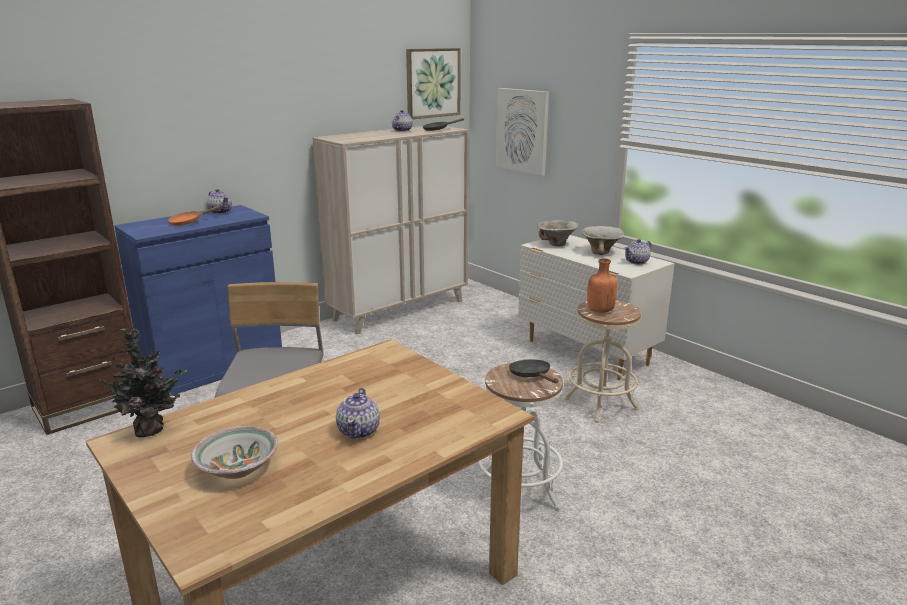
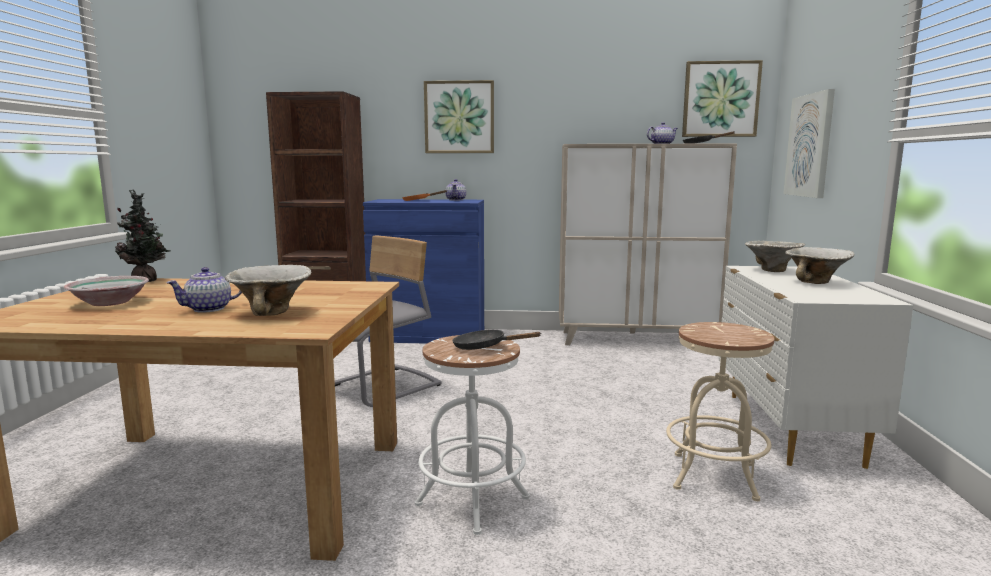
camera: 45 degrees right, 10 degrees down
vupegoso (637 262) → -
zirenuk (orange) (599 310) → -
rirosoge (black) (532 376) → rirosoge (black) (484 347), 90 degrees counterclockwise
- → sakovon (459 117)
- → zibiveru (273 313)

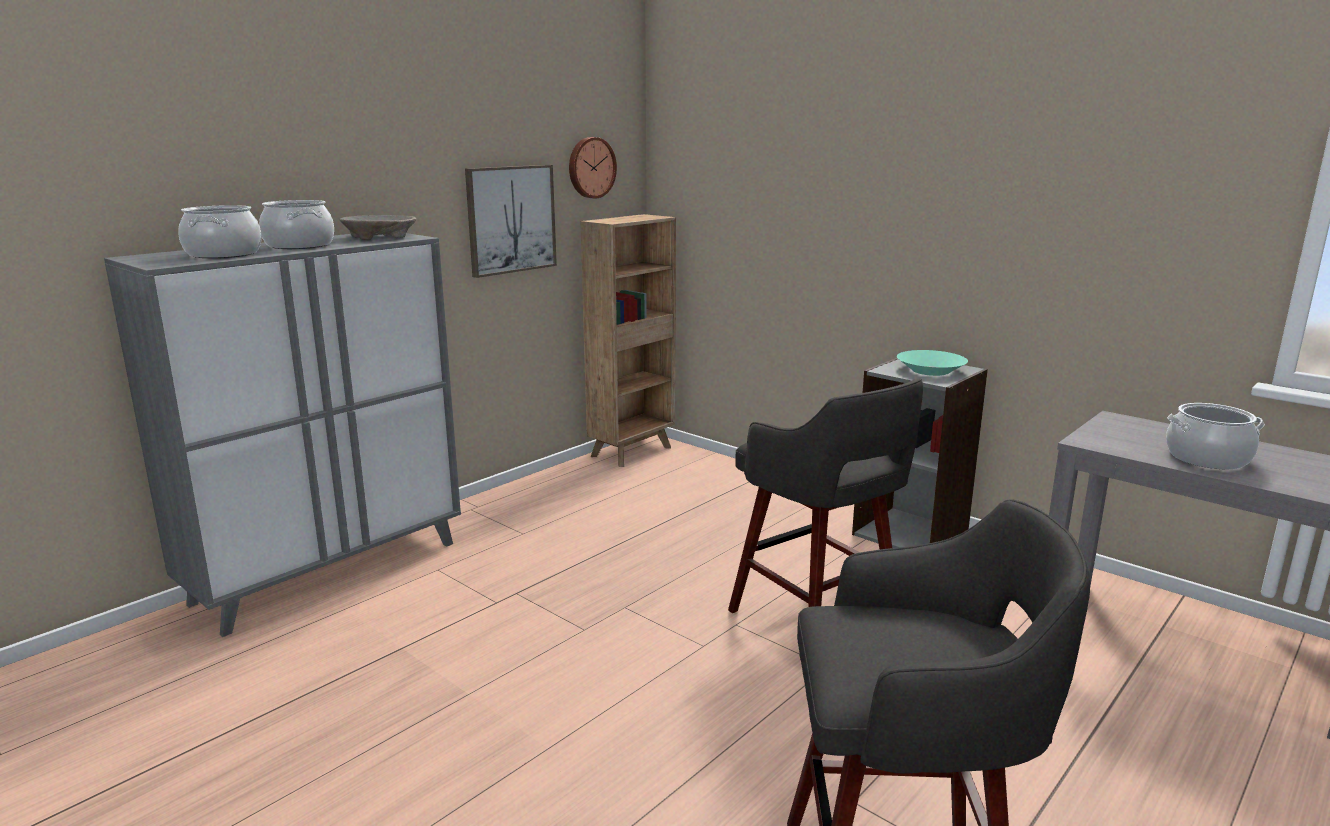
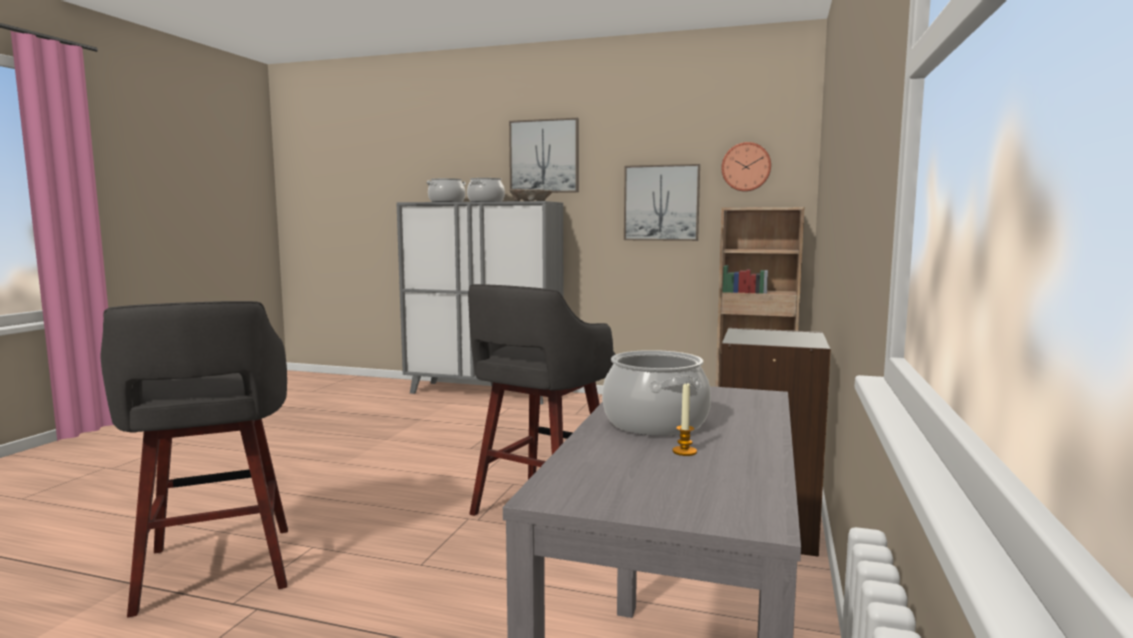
camera: 65 degrees right, 10 degrees down
zibiveru (turquoise) (930 370) → -
- → sakovon (544 156)
- → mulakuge (684 452)

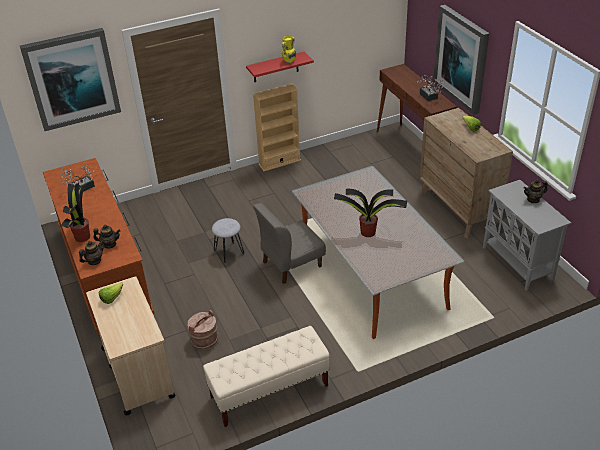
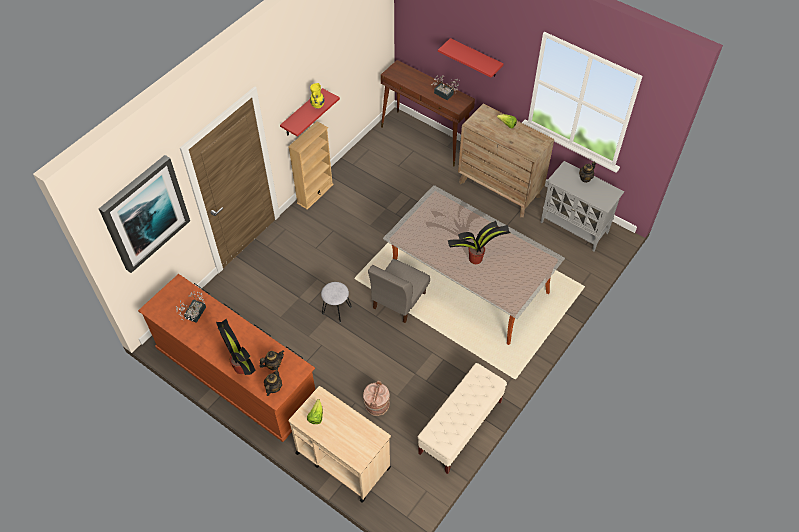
camera: 30 degrees left, 15 degrees up
sakovon (462 58) → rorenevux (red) (475 58)

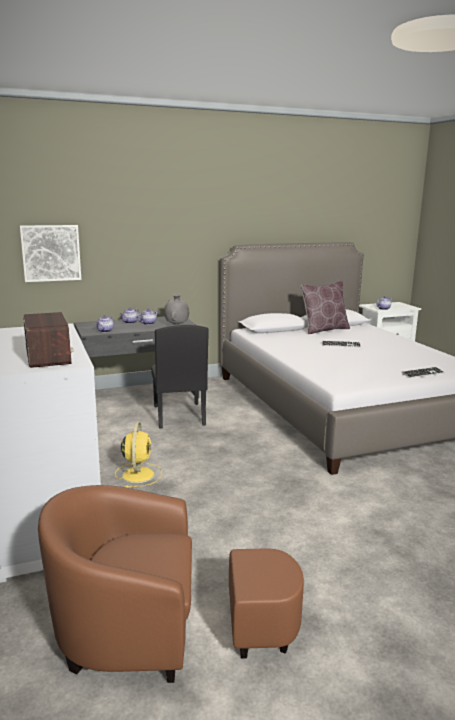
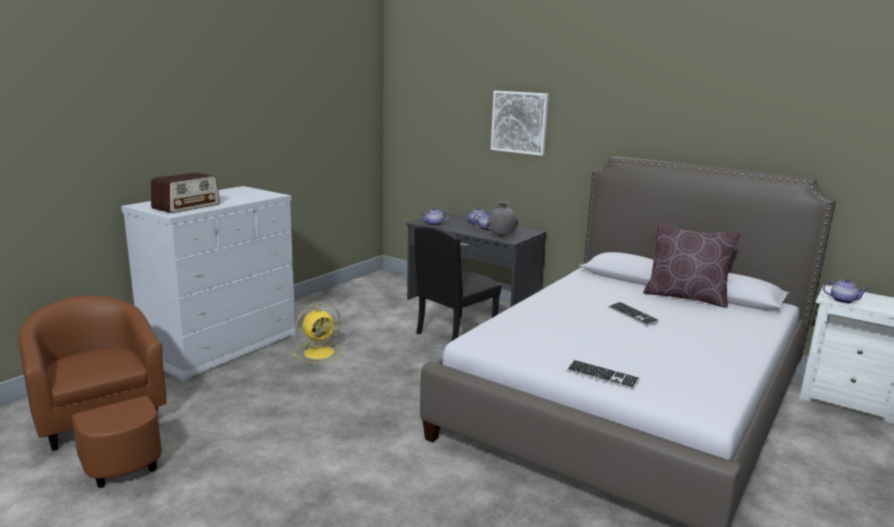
camera: 55 degrees right, 0 degrees up
sakovon (51 253) → sakovon (519 122), relocated

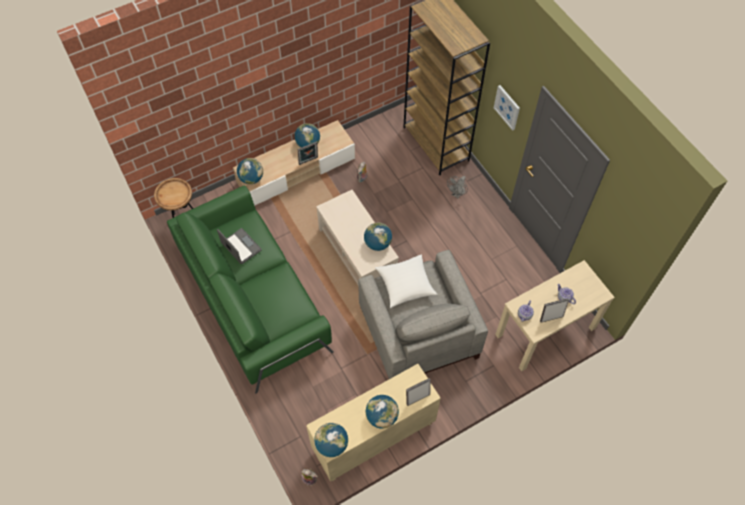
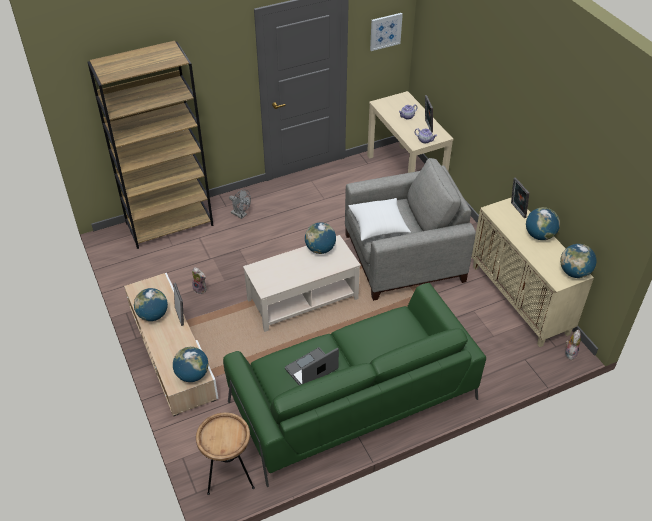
camera: 85 degrees left, 15 degrees down
sakovon (507 107) → sakovon (385 31), relocated

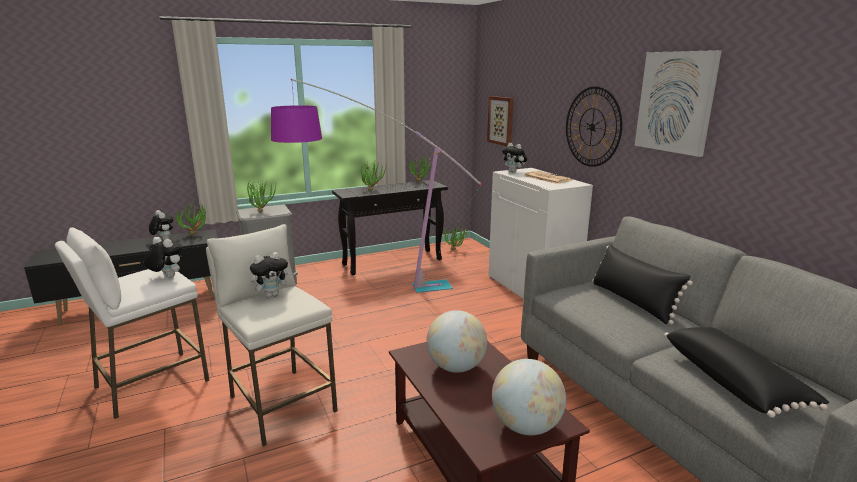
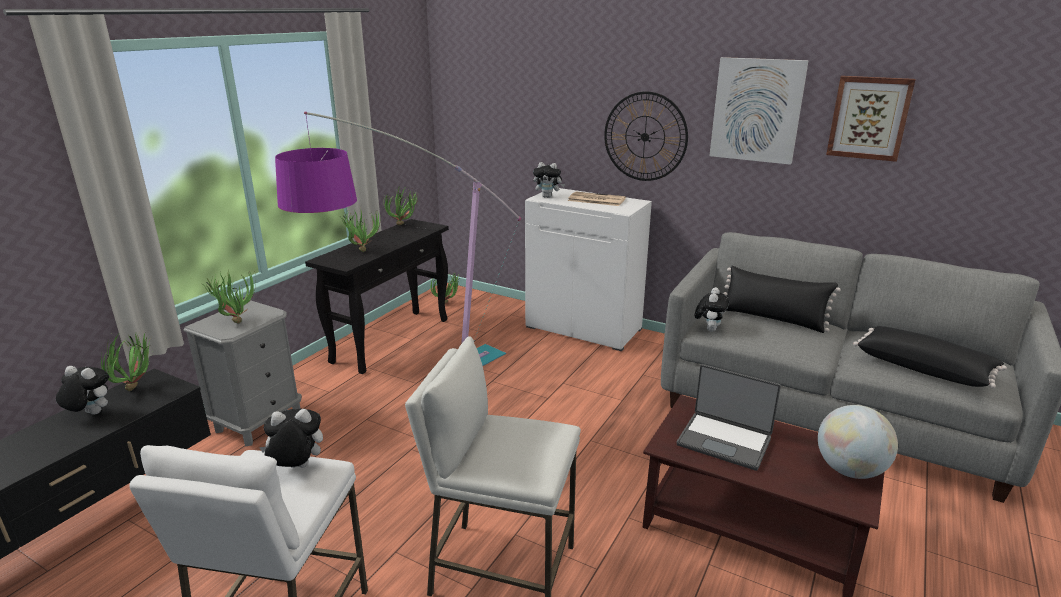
camera: 35 degrees left, 5 degrees up
sakovon (501 120) → sakovon (869 118), relocated
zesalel (272 295) → zesalel (709 329), relocated
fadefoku (456 367) → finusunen (724 441)

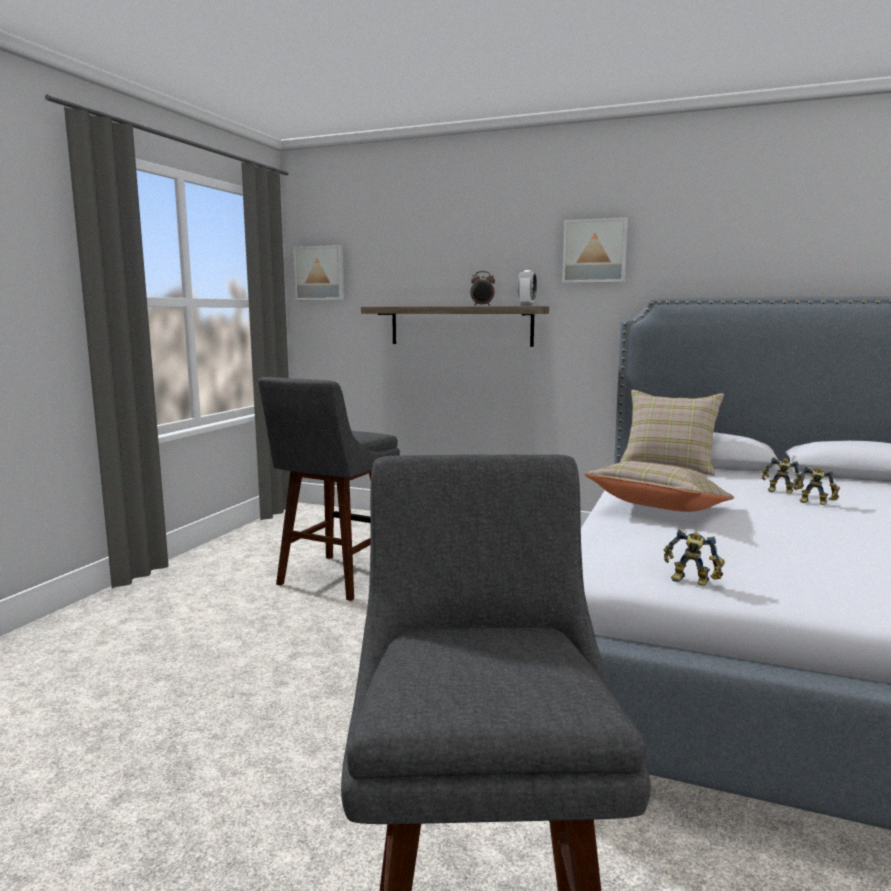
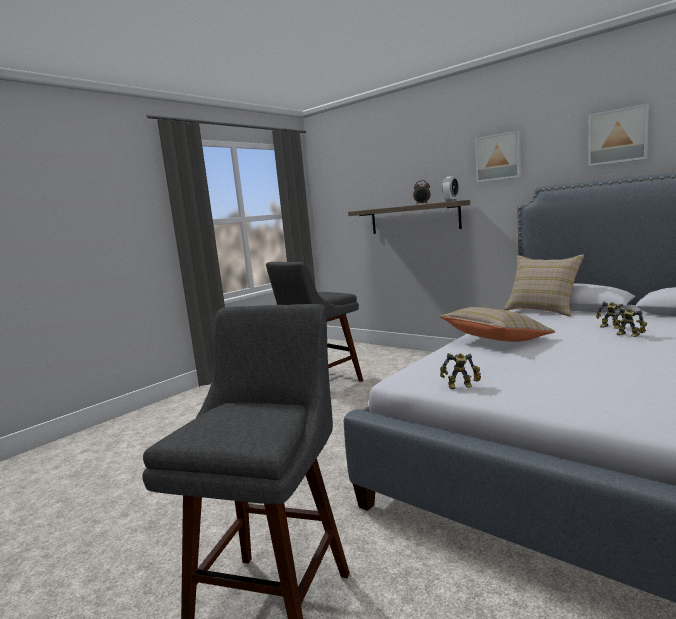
camera: 20 degrees right, 0 degrees up
sakovon (320 273) → sakovon (618 136), relocated
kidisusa (691 581) → kidisusa (461 386), 45 degrees counterclockwise

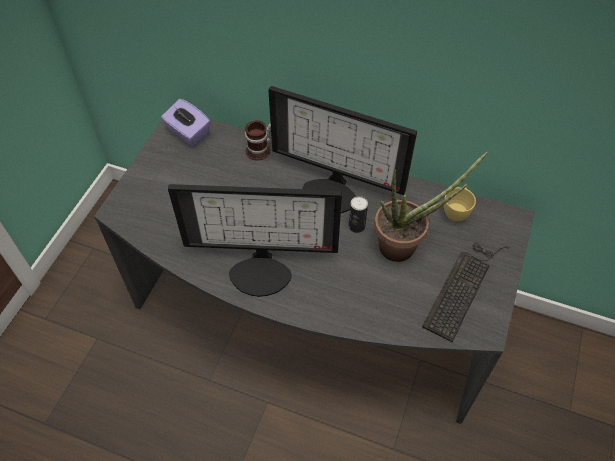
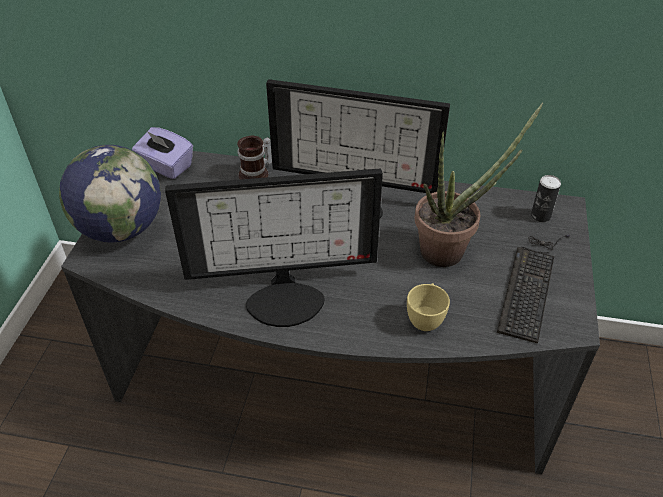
camera: 10 degrees left, 10 degrees down
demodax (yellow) (456 212) → demodax (yellow) (425 318), relocated
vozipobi (356 226) → vozipobi (540 216), relocated
- → fadefoku (121 229)

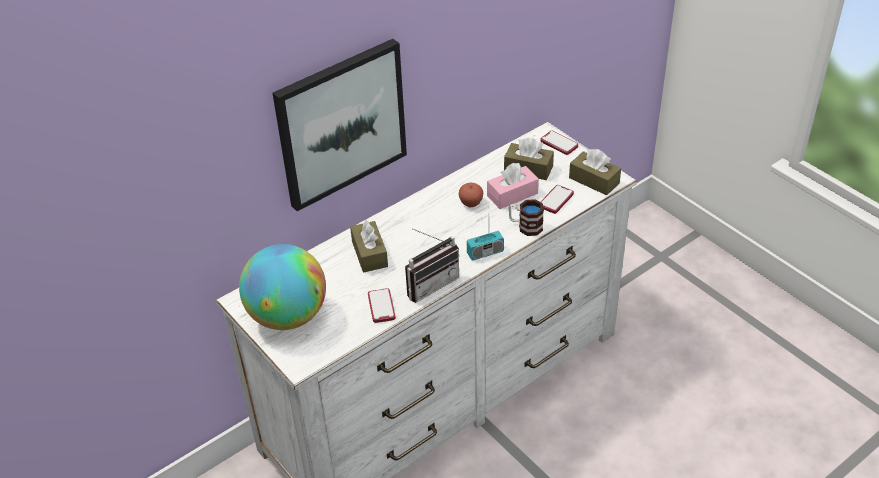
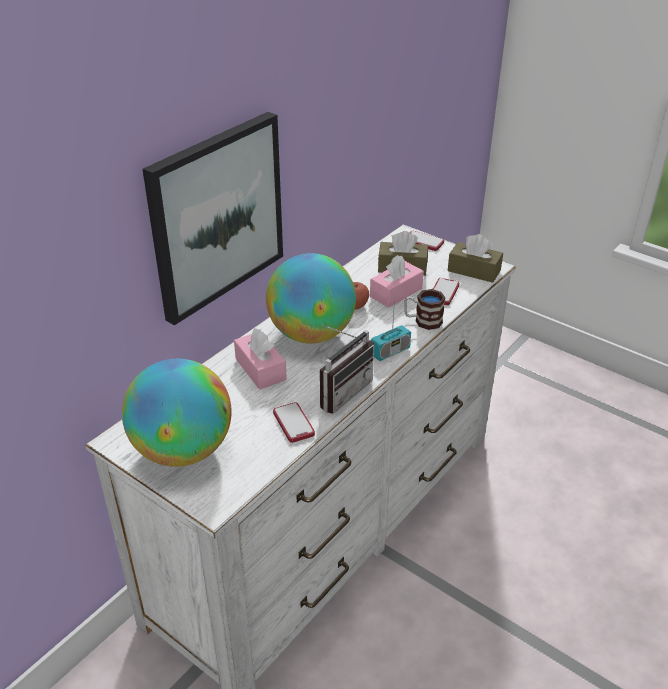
camera: 15 degrees left, 5 degrees down
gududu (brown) (369 254) → gududu (pink) (260 369)
- → fadefoku (311 334)

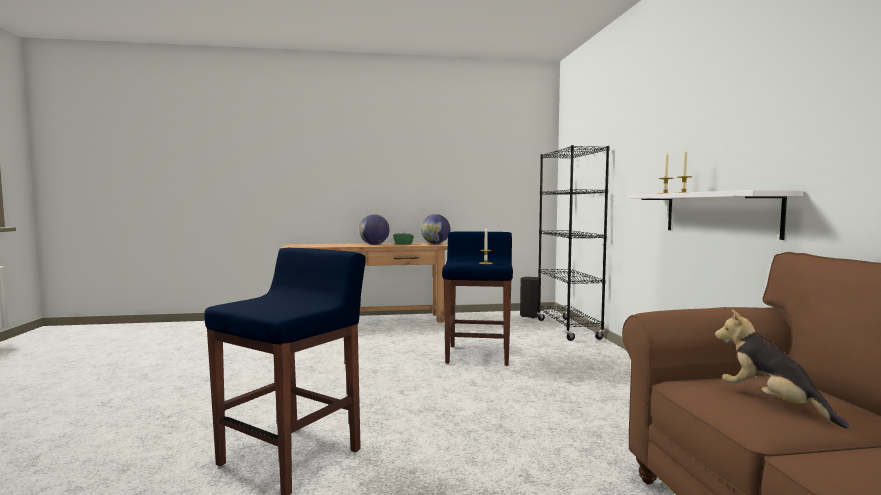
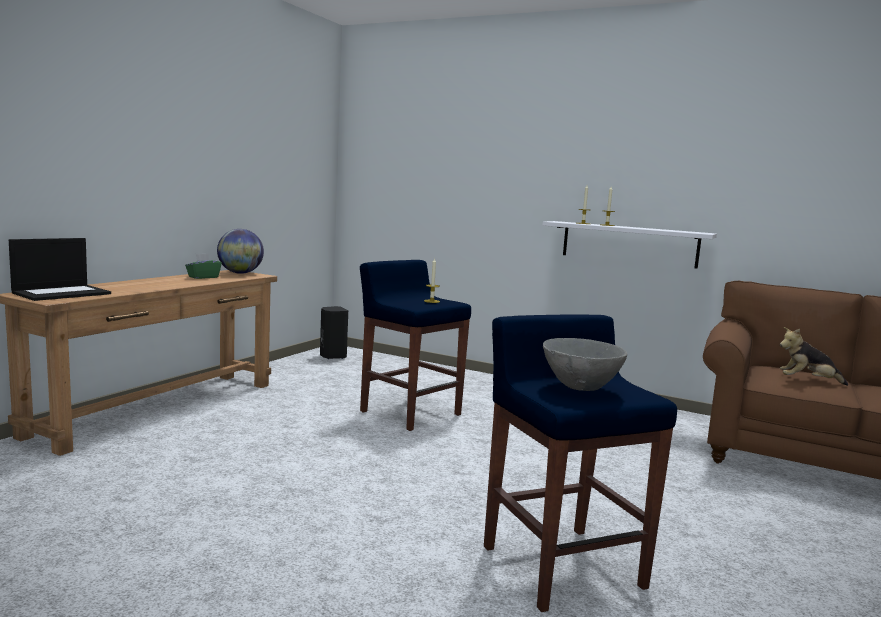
camera: 55 degrees left, 5 degrees up
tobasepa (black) (568 329) → -
fadefoku (374 244) → -
- → finusunen (62 293)
- → zibiveru (grey) (580 387)

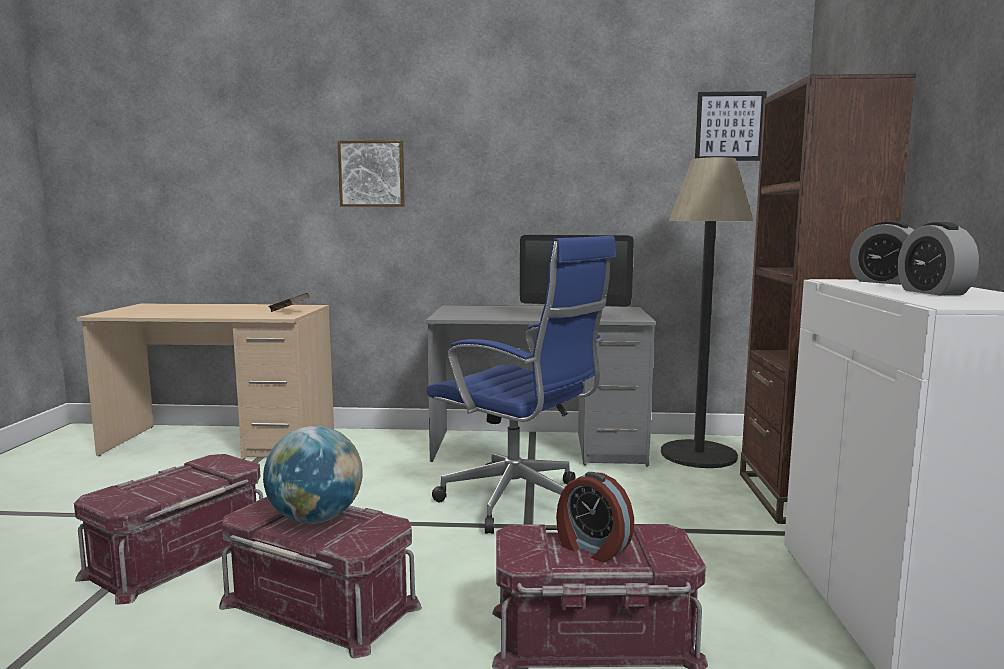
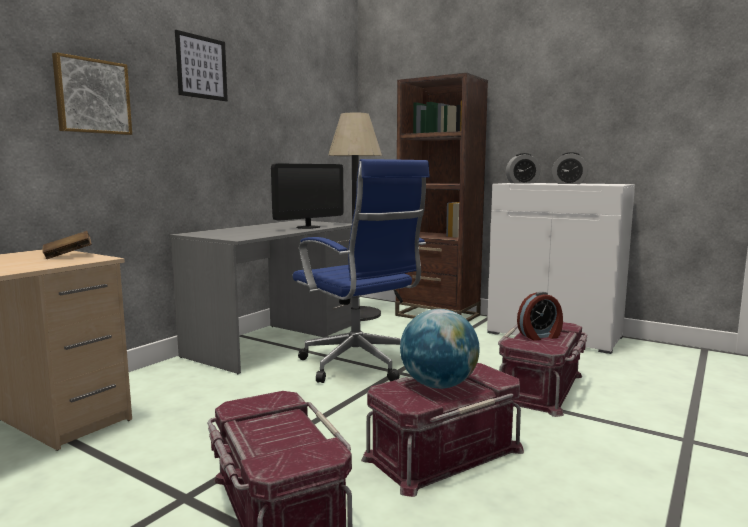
camera: 60 degrees left, 0 degrees up
sakovon (730 126) → sakovon (201 67), relocated
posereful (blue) (520 503) → posereful (blue) (360 366), 75 degrees clockwise

